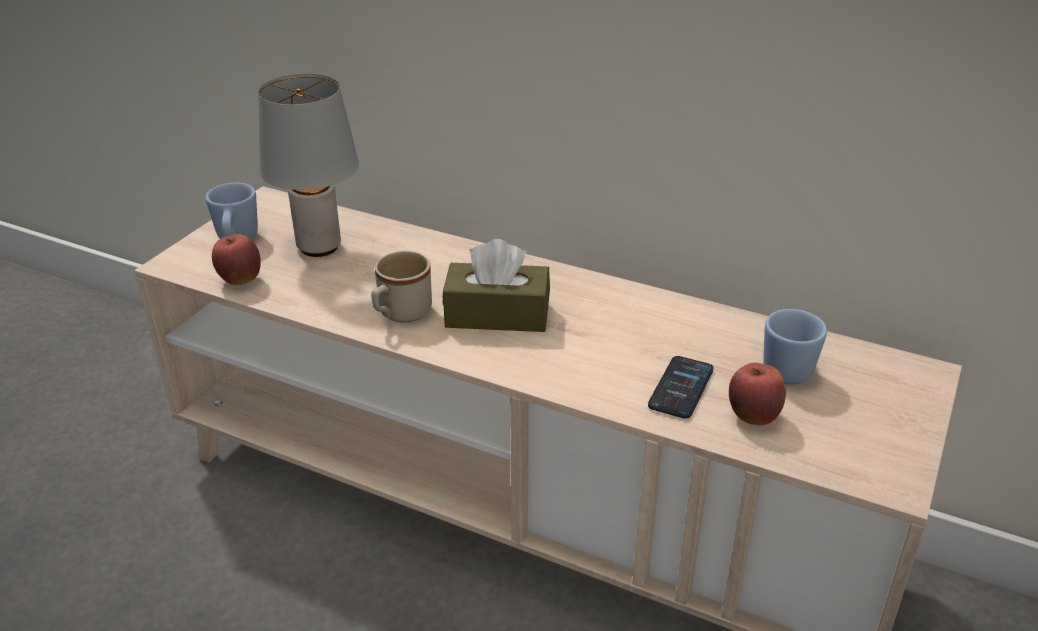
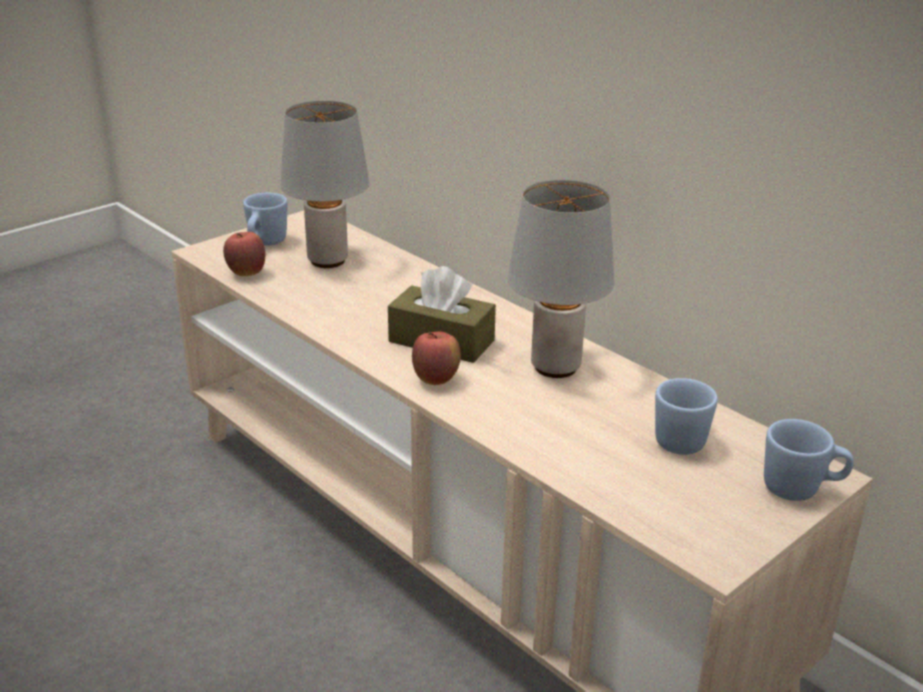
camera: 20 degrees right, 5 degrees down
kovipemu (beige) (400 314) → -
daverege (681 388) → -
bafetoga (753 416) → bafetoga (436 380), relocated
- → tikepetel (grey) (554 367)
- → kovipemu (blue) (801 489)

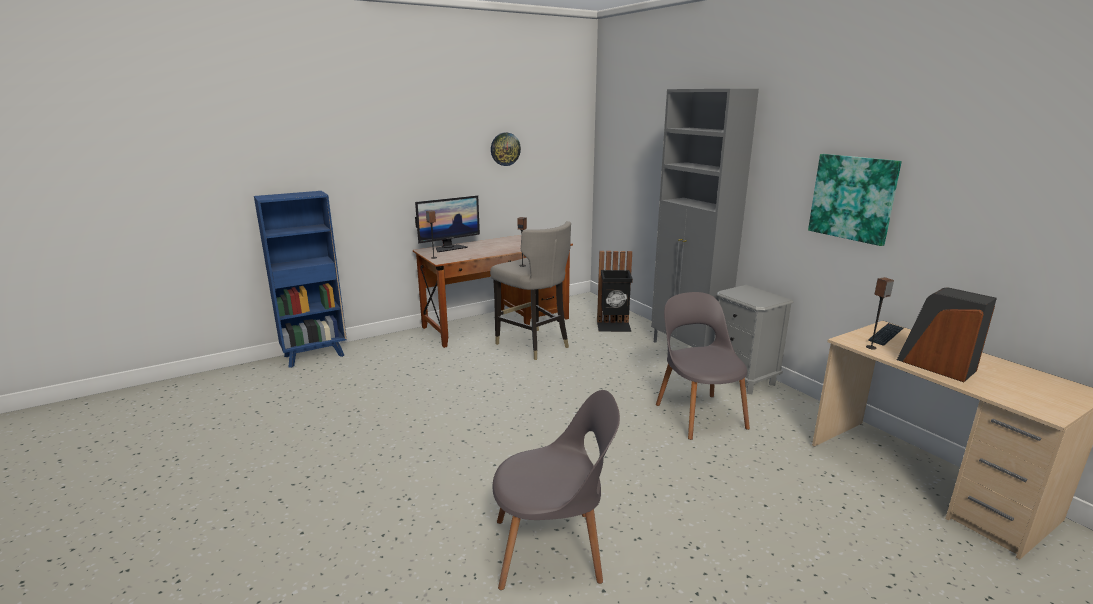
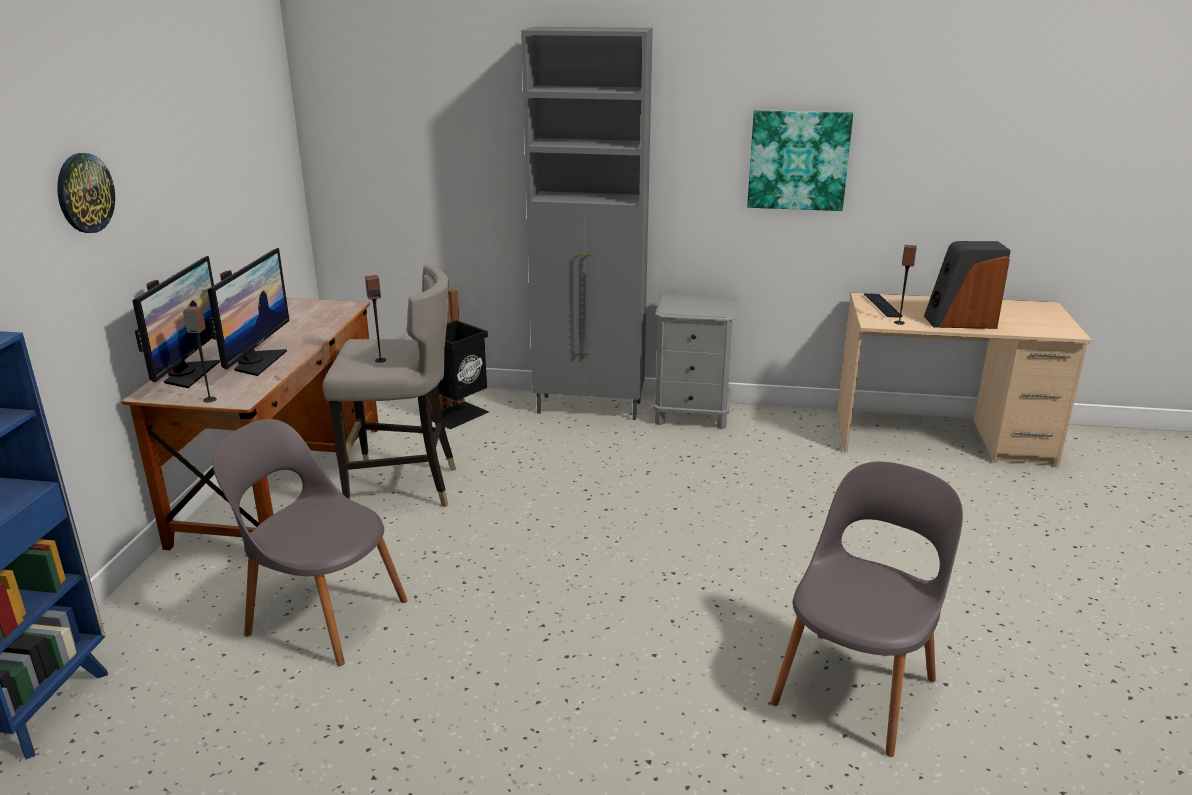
camera: 50 degrees left, 5 degrees up
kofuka (505 149) → kofuka (84 193), relocated
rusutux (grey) (699 414) → rusutux (grey) (322 614), relocated
- → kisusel (257 362)

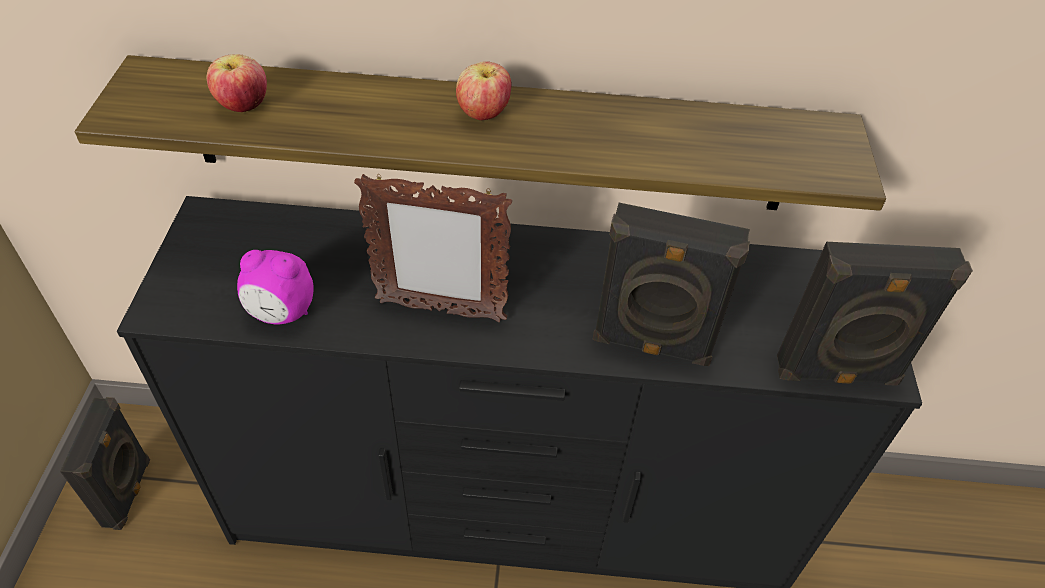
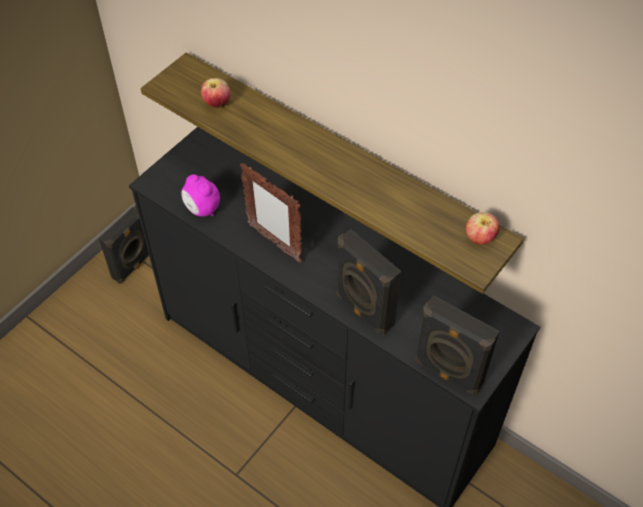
camera: 35 degrees right, 5 degrees up
bafetoga (483 113) → bafetoga (480 238), relocated

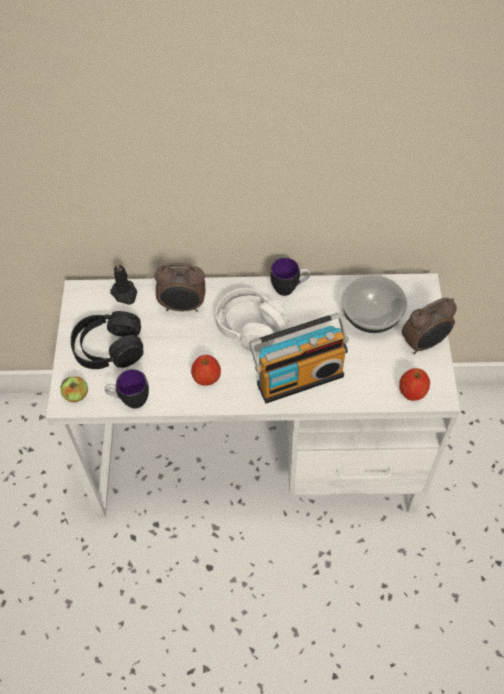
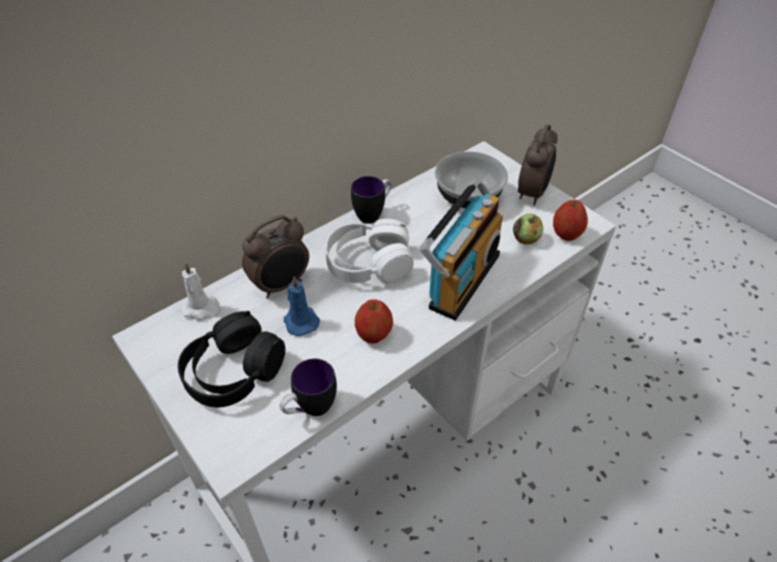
camera: 40 degrees left, 10 degrees down
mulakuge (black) (125 293) → mulakuge (white) (202 308)
bafetoga (76 395) → bafetoga (526 239), relocated
- → mulakuge (blue) (300 321)

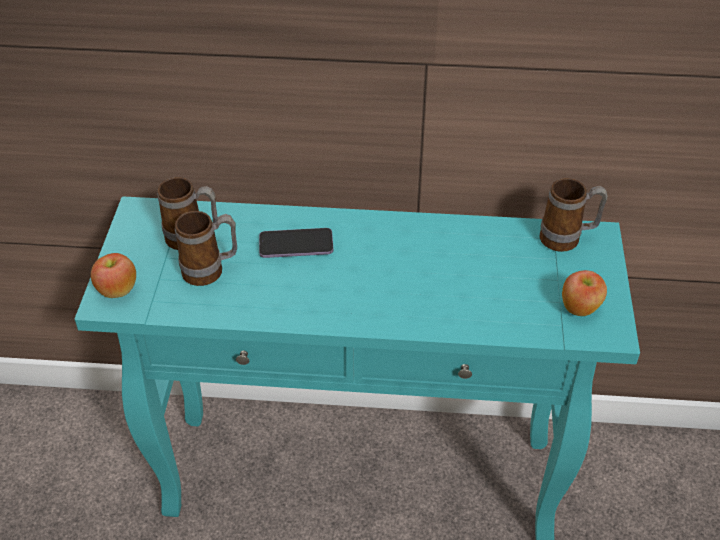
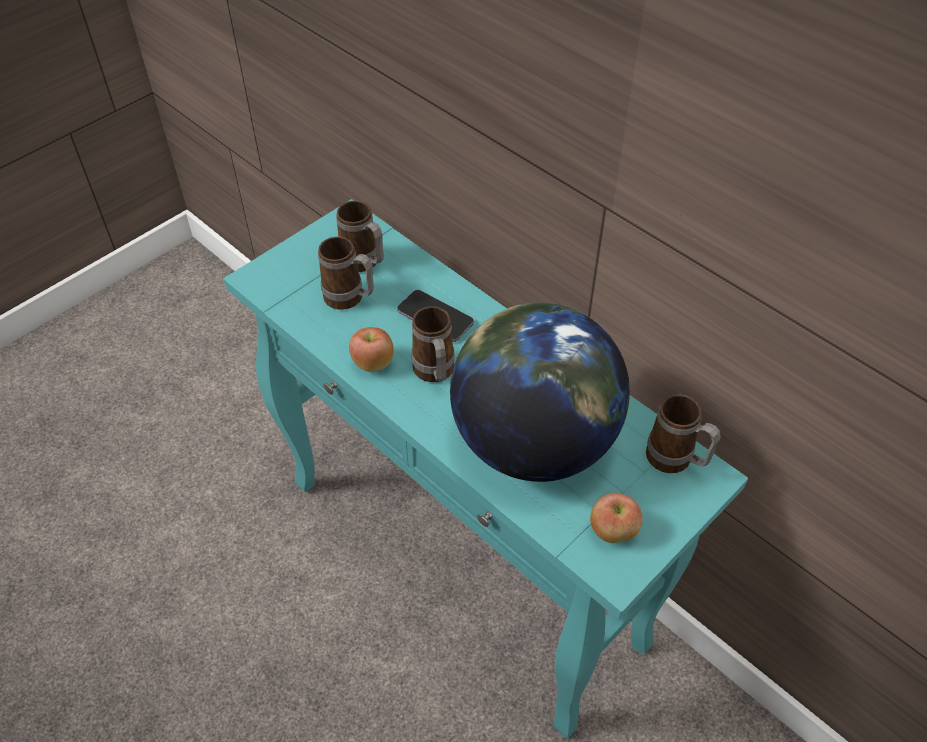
camera: 40 degrees right, 5 degrees up
bafetoga (117 290) → bafetoga (373 363), relocated
- → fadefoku (533 441)
- → kovipemu (435 374)

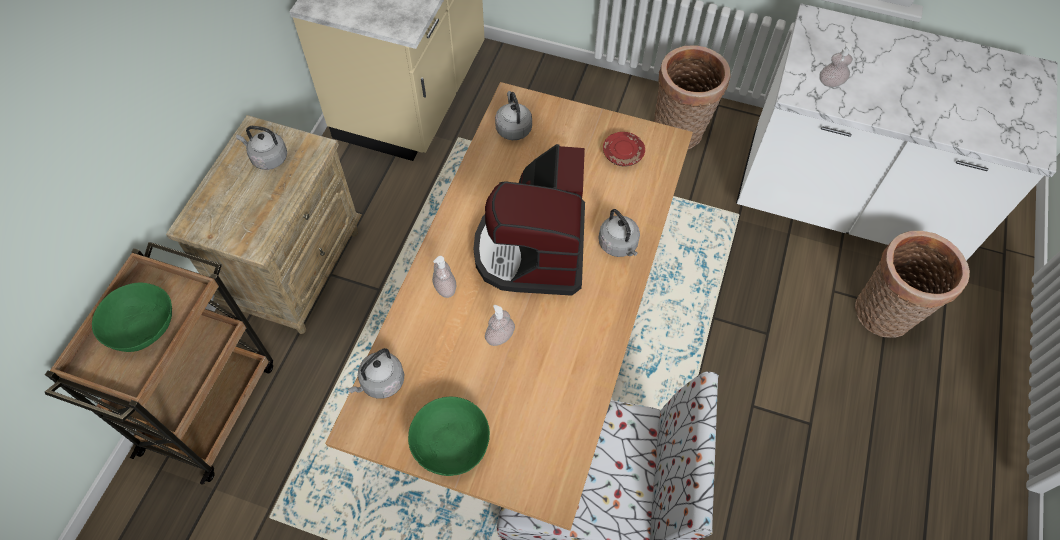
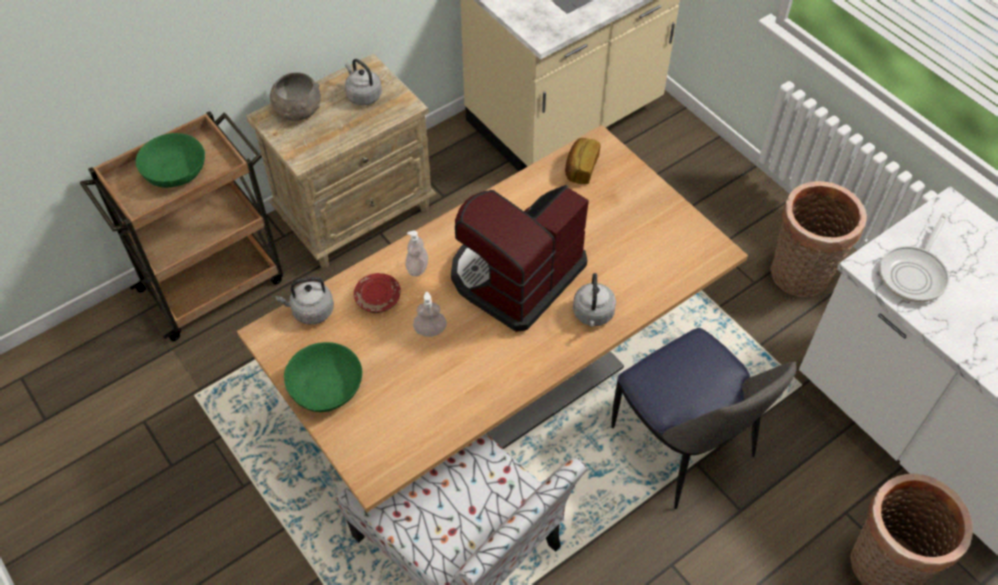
camera: 35 degrees right, 5 degrees down
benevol (831 82) → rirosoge (914 273)
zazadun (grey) (513 128) → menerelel (580 169)
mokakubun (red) (623 154) → mokakubun (red) (378 298), relocated
- → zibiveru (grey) (298 111)
- → rusutux (684 446)

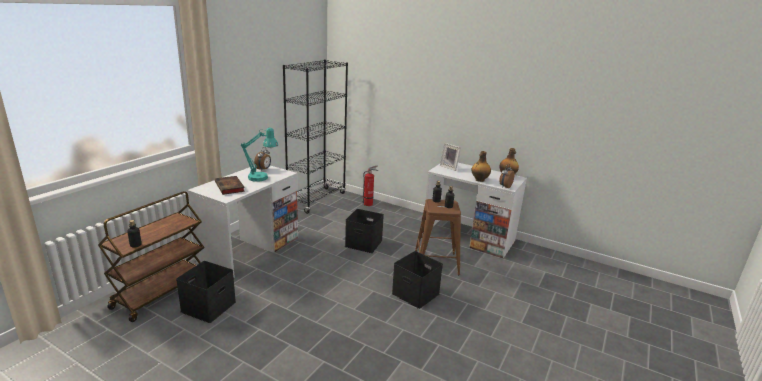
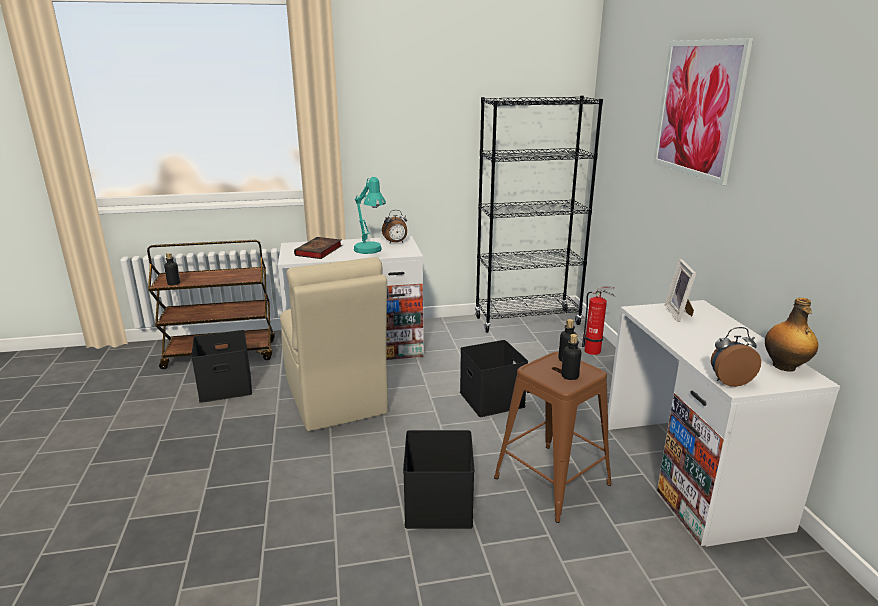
camera: 50 degrees right, 0 degrees up
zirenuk (479 180) → -
- → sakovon (698 109)
- → rusutux (beige) (335 399)

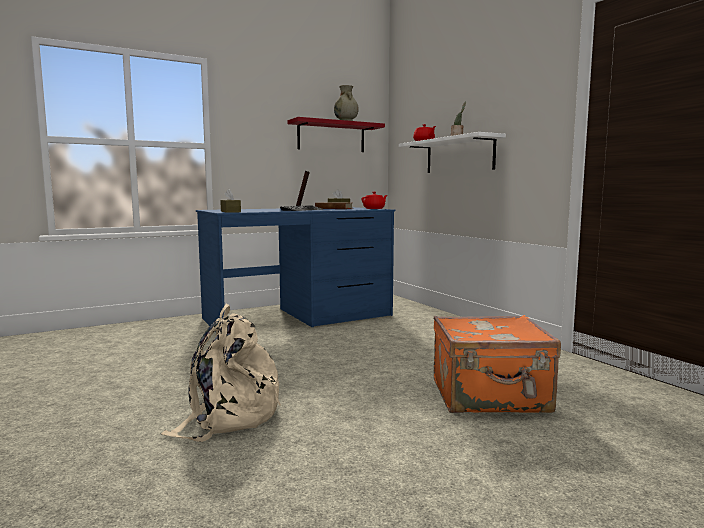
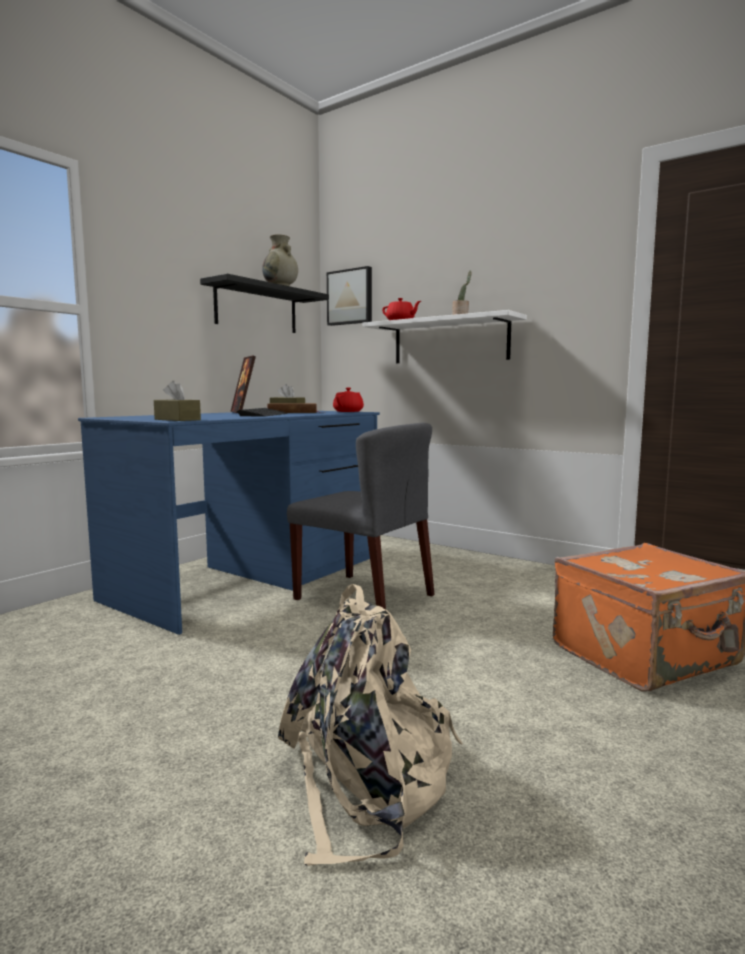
camera: 25 degrees left, 0 degrees up
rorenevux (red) (331 137) → rorenevux (black) (256 308)
- → sakovon (350 297)
- → rusutux (grey) (365 597)

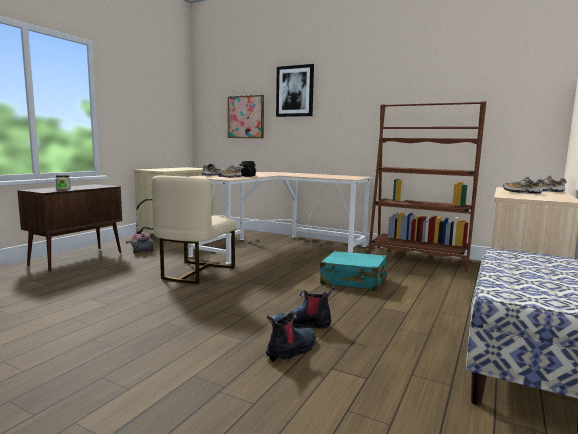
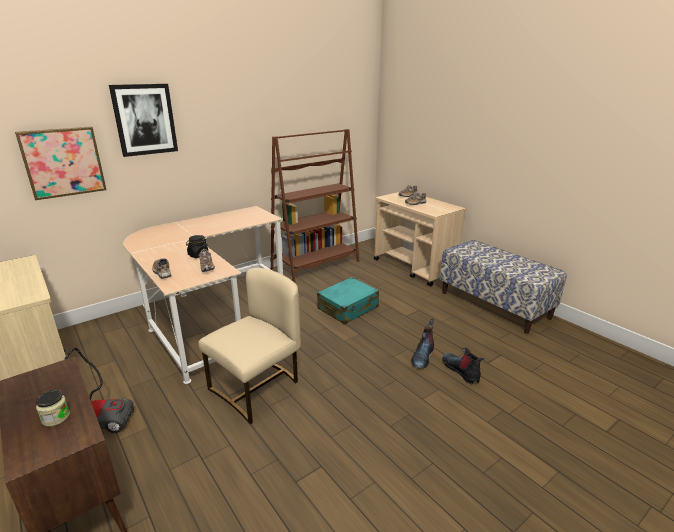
camera: 65 degrees left, 15 degrees up
rusutux (beige) (194 272) → rusutux (beige) (257 388), 90 degrees counterclockwise

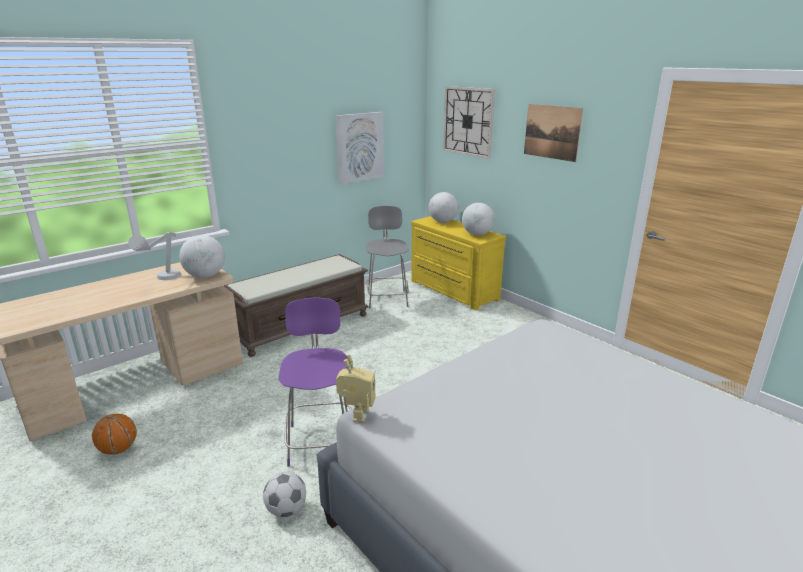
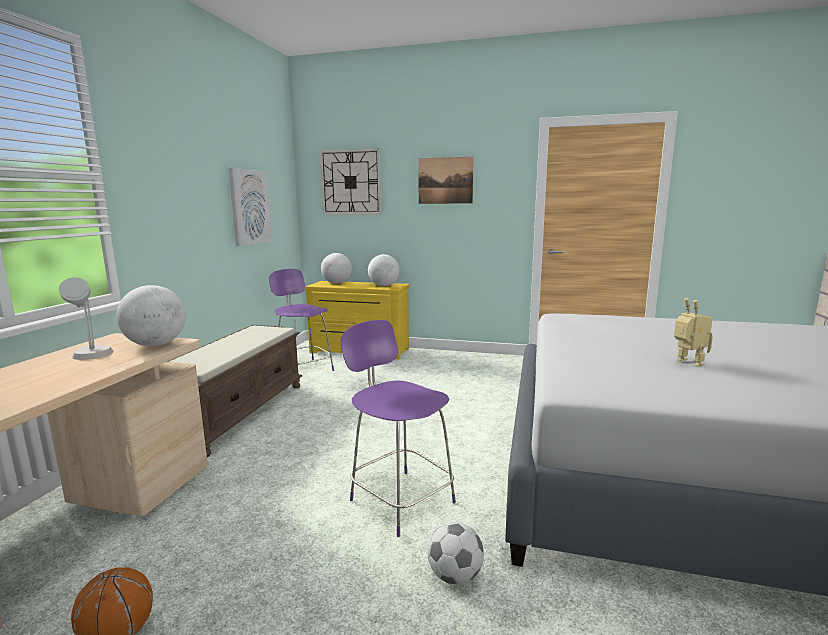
camera: 35 degrees left, 10 degrees down
rusutux (grey) (387 298) → rusutux (purple) (303 369)
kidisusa (357 415) → kidisusa (688 363), relocated

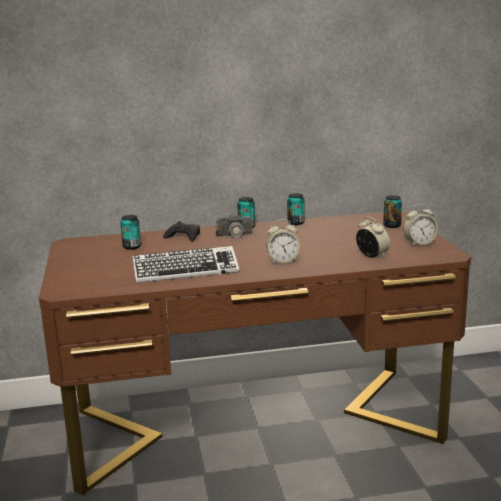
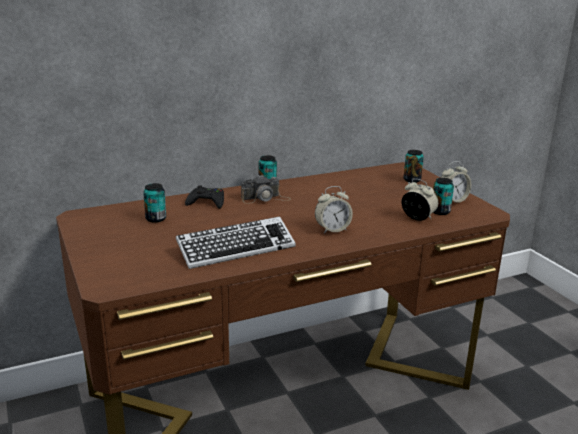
camera: 15 degrees left, 5 degrees up
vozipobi (296 223) → vozipobi (440 211), relocated

